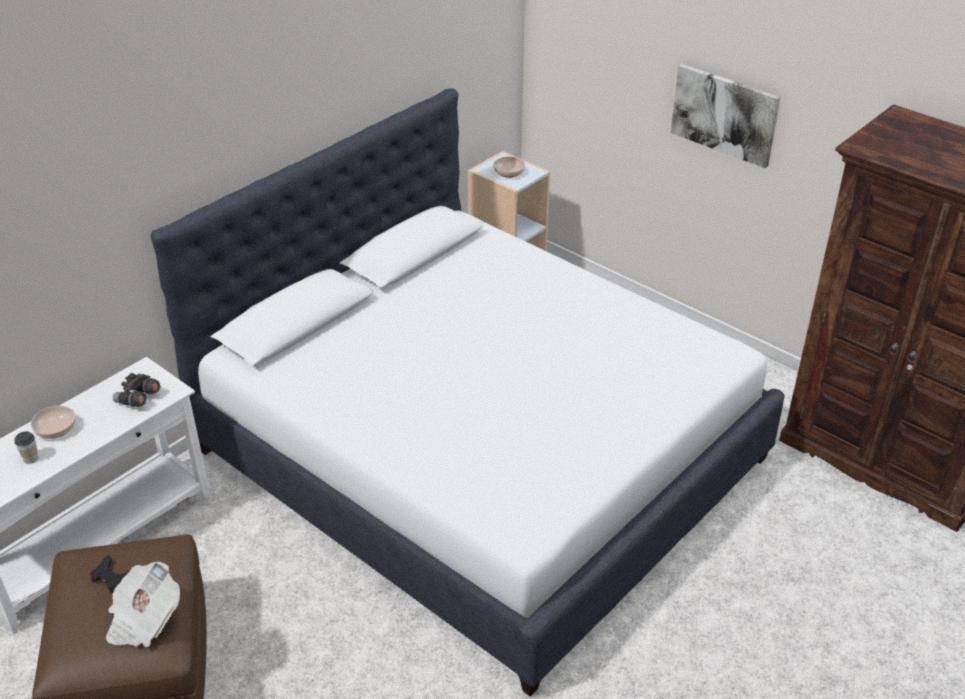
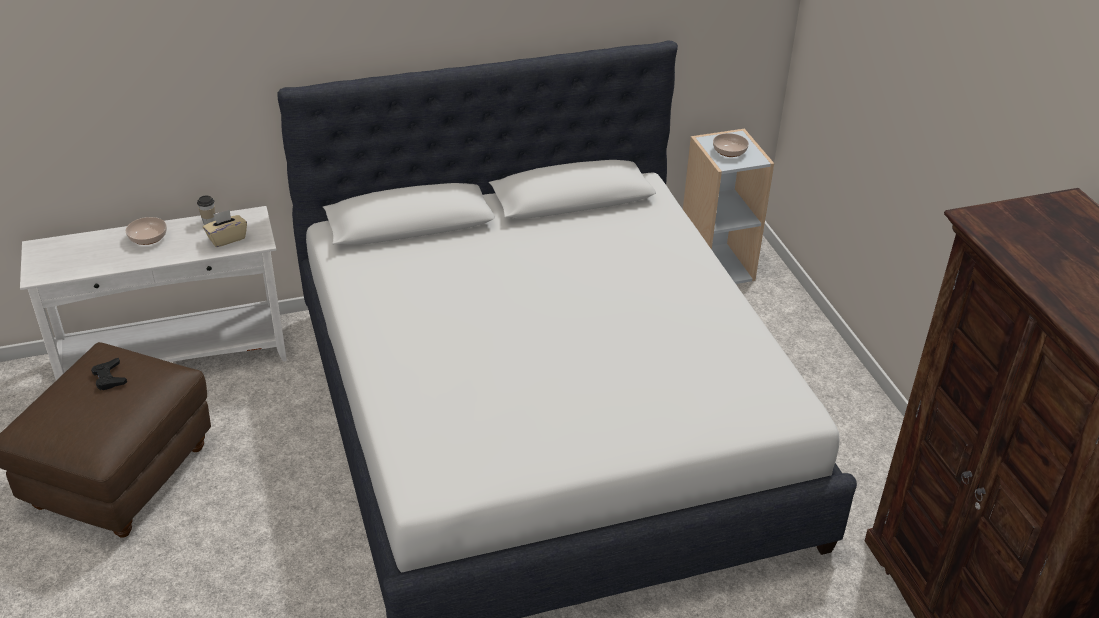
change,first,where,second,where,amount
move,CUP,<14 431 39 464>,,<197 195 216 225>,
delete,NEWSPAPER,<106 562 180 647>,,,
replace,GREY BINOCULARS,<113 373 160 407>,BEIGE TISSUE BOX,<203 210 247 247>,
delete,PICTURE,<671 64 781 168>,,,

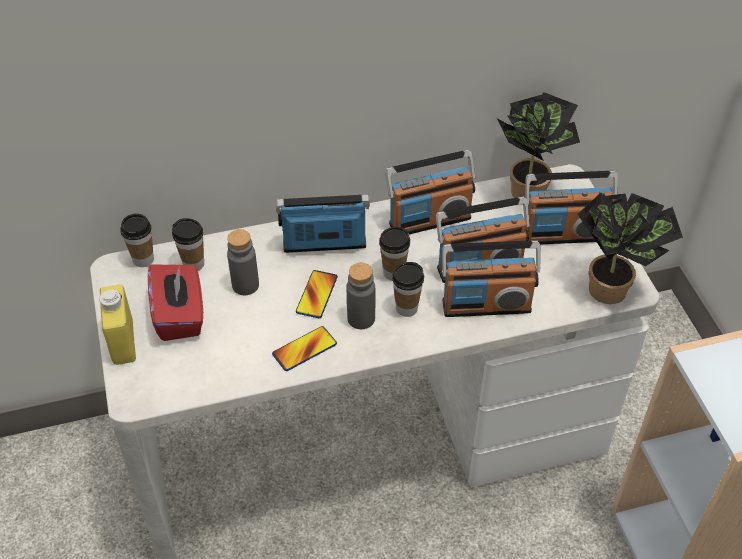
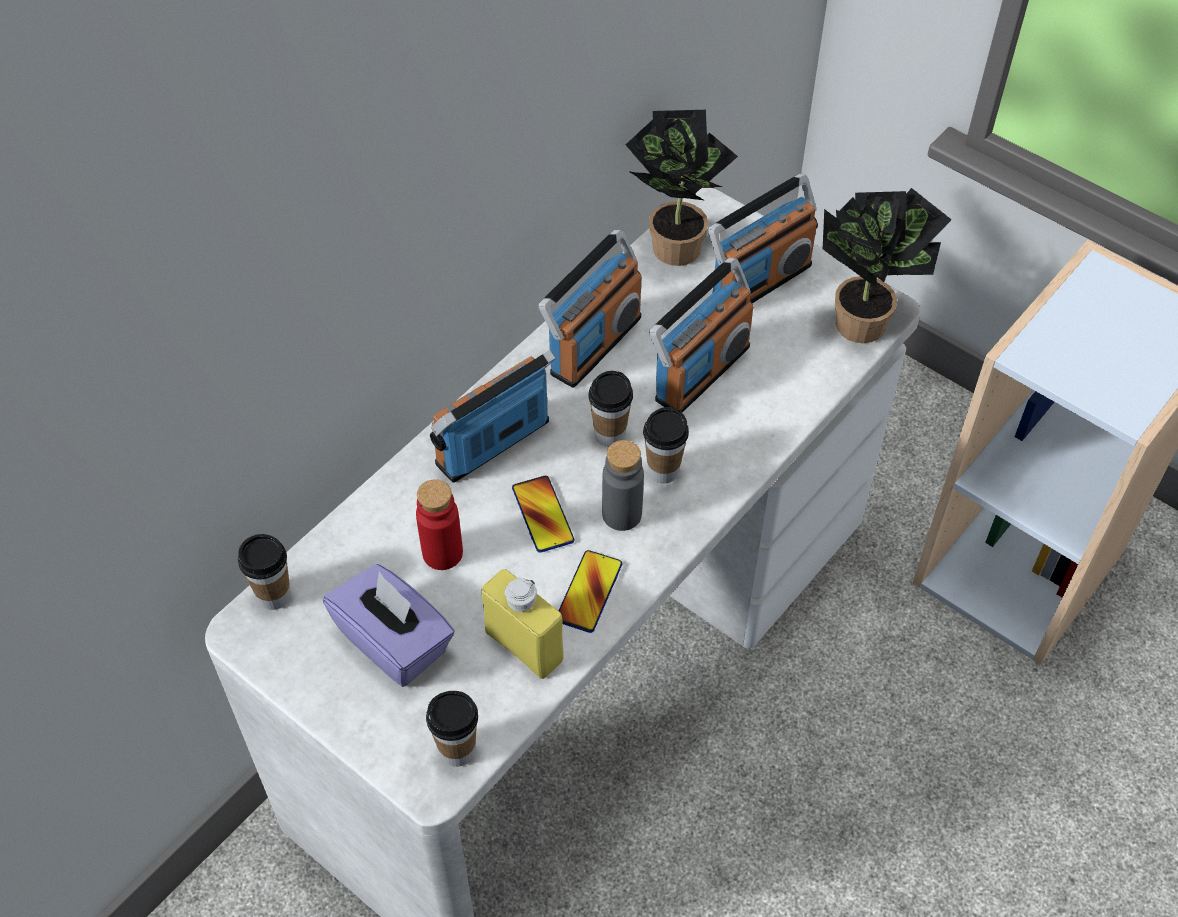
change,first,where,second,where,amount
move,YELLOW BOTTLE,<99 284 136 365>,,<481 569 564 679>,
recolor,RED TISSUE BOX,<148 264 203 341>,PURPLE TISSUE BOX,<323 564 455 687>,
move,CUP,<172 218 204 271>,,<426 691 478 767>,
recolor,GREY BOTTLE,<227 229 259 295>,RED BOTTLE,<416 479 463 570>,
delete,RADIO,<442 240 541 317>,,,

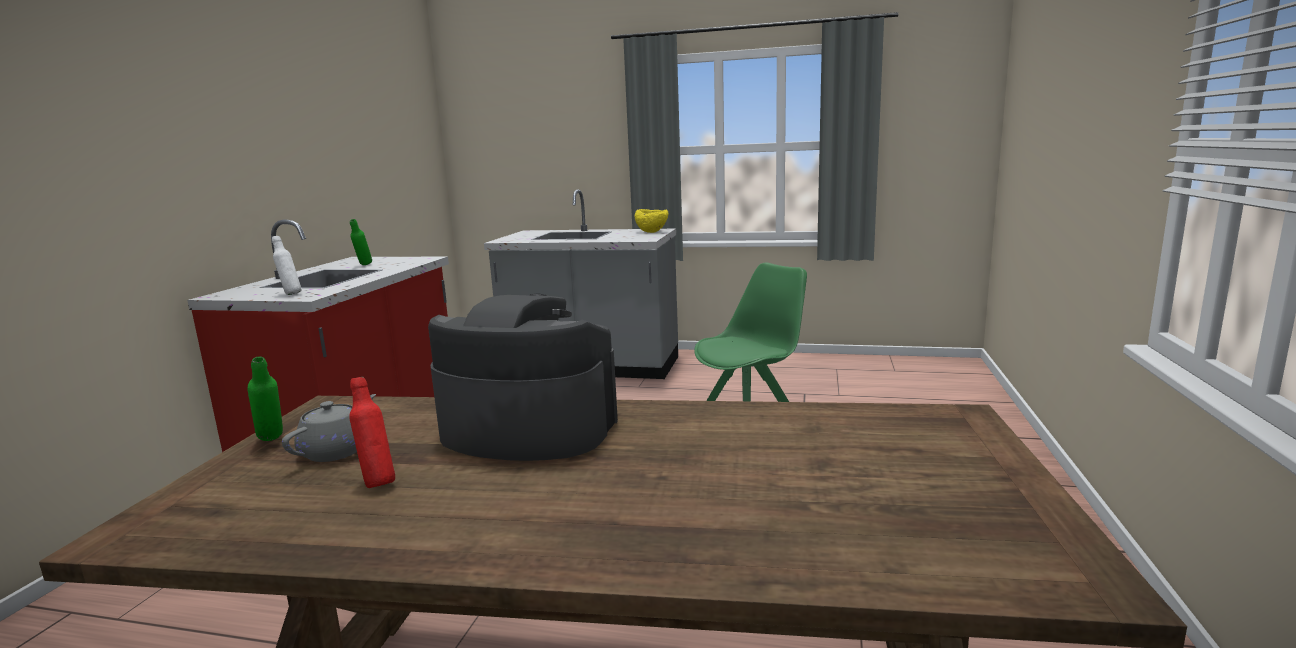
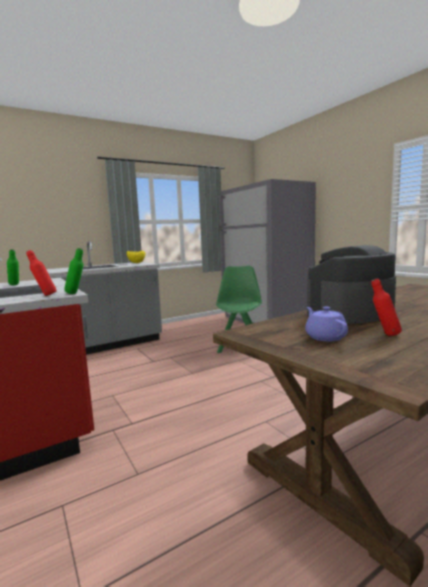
change,first,where,second,where,amount
move,GREEN BOTTLE,<247 356 283 441>,,<64 248 83 294>,
recolor,WHITE BOTTLE,<272 236 302 295>,RED BOTTLE,<26 250 56 296>,
recolor,GREY TEAPOT,<282 394 376 462>,PURPLE TEAPOT,<305 307 348 341>,
insert,,,GREY FRIDGE,<219 179 316 323>,

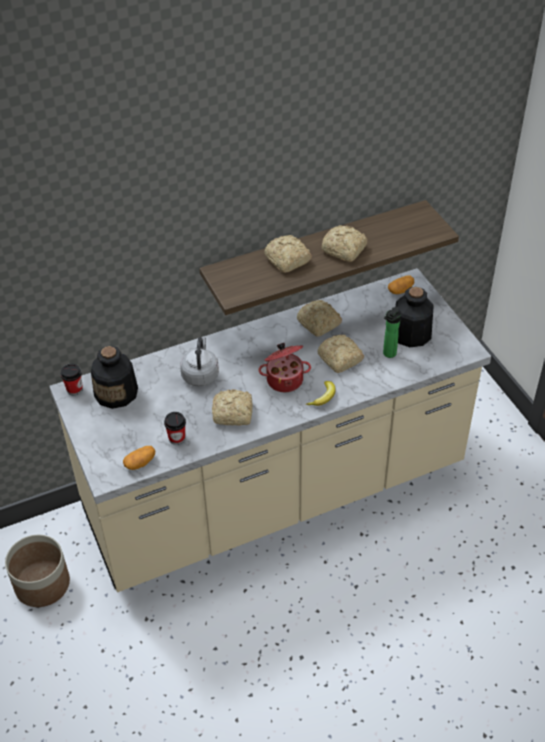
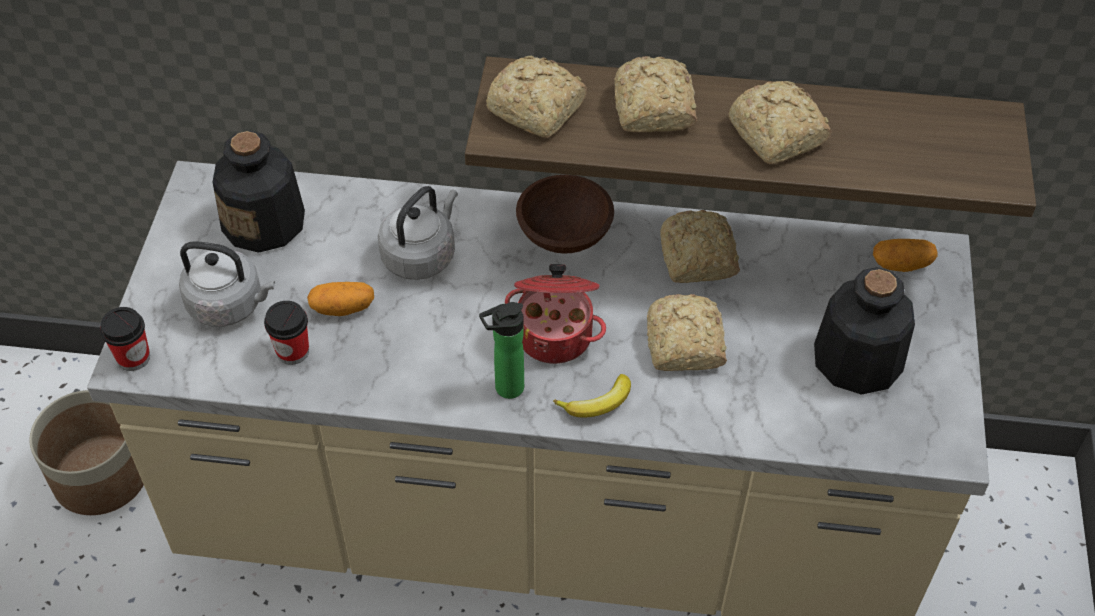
change,first,where,second,where,amount
move,CUP,<61 363 83 395>,,<100 307 150 371>,
move,POTATO,<123 446 155 470>,,<307 282 374 316>,
move,BREAD,<212 389 253 426>,,<486 55 587 138>,
move,BOTTLE,<383 307 401 358>,,<479 302 524 399>,
insert,,,GREY KETTLE,<179 241 275 327>,
insert,,,BROWN BOWL,<516 175 614 253>,

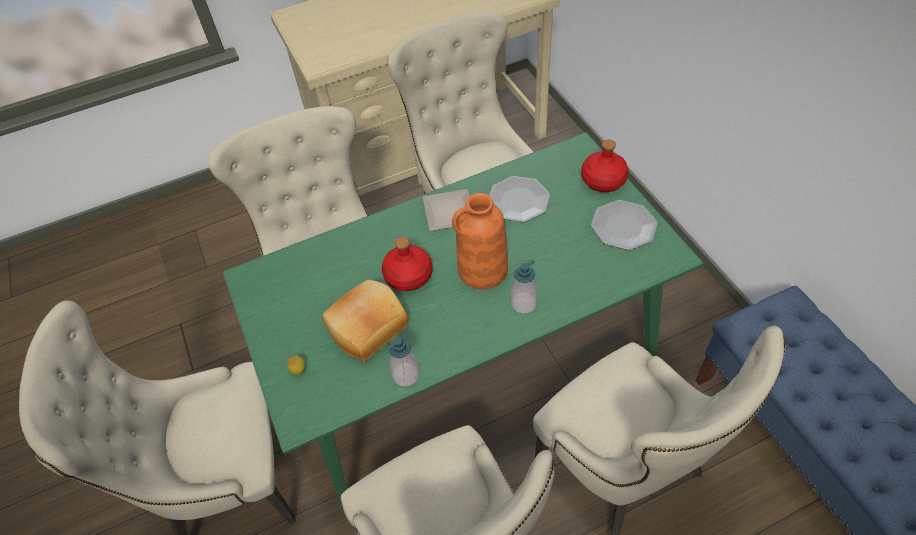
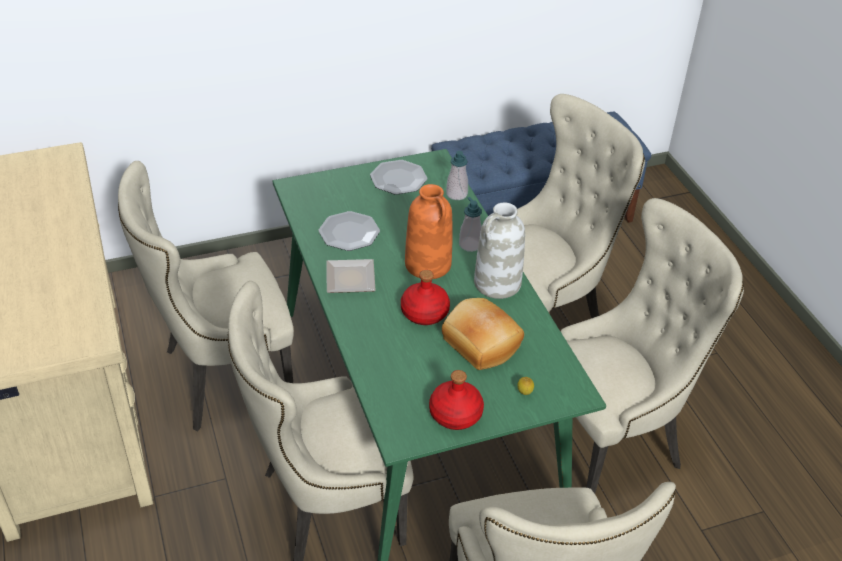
change,first,where,second,where,amount
move,SOAP DISPENSER,<388 337 420 387>,,<446 151 468 200>,
move,RED BOTTLE,<581 139 629 192>,,<429 370 484 430>,
insert,,,WHITE VASE,<474 203 525 299>,

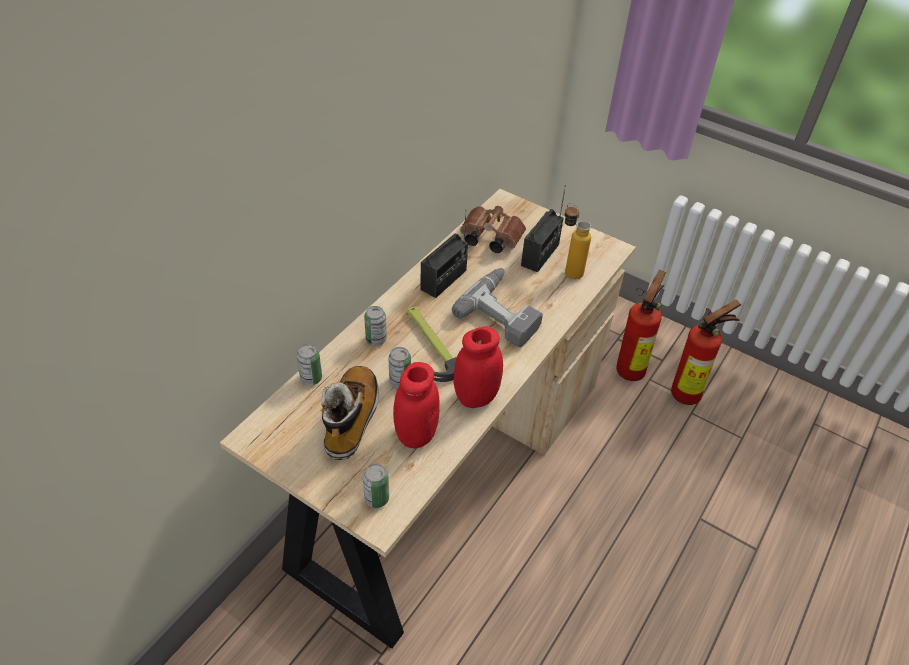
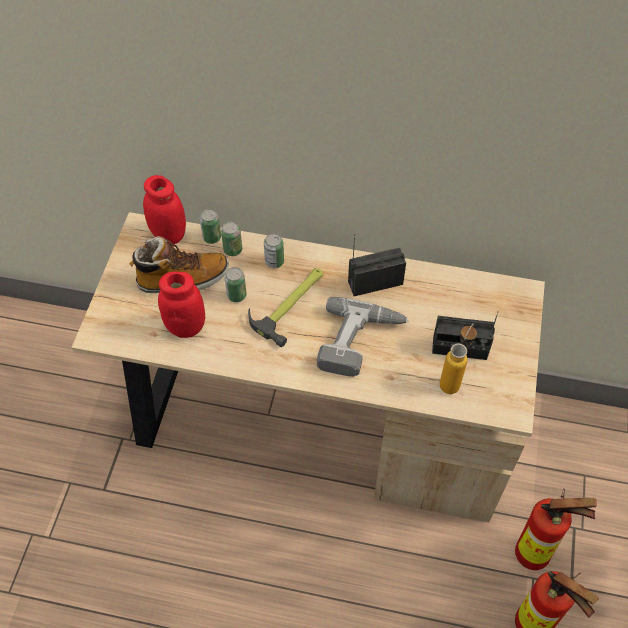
change,first,where,second,where,amount
move,CAN,<363 464 389 508>,,<221 221 242 256>,
rotate,RADIO,<420 210 468 298>,,<348 234 406 296>,150 degrees clockwise
move,RED JAR,<454 327 503 408>,,<143 175 186 244>,
delete,BROWN BINOCULARS,<460 206 526 253>,,,

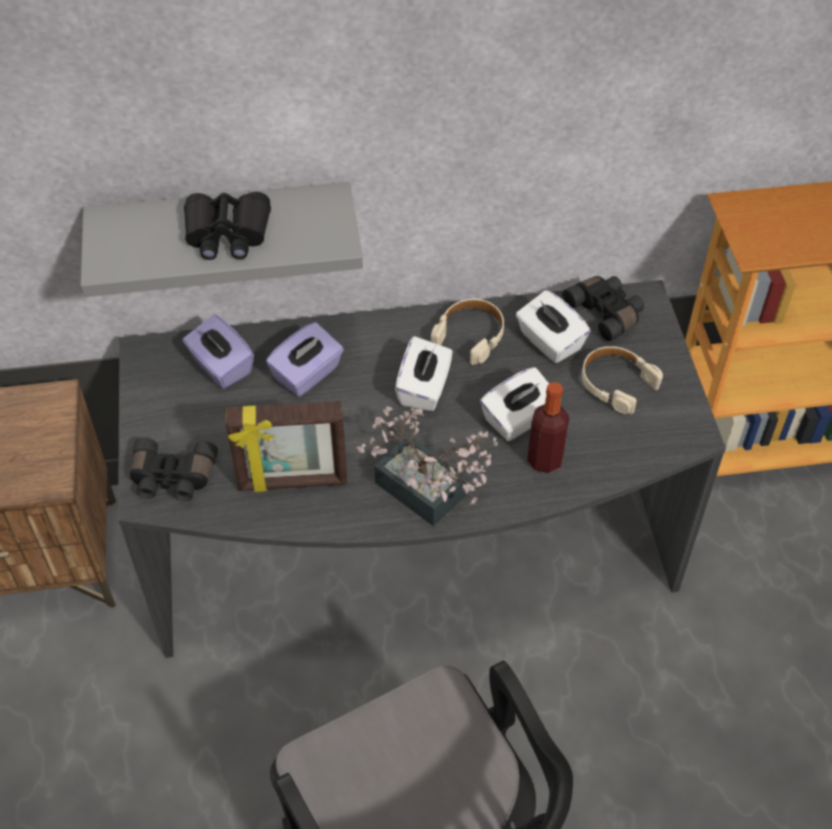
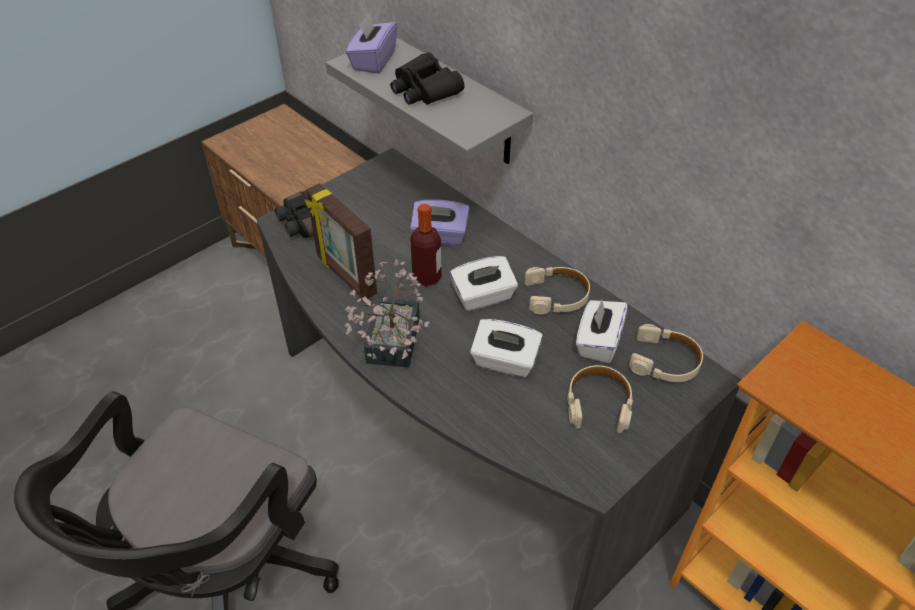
change,first,where,second,where,amount
move,PURPLE TISSUE BOX,<183 314 254 389>,,<346 13 397 74>,
move,BOTTLE,<527 382 569 473>,,<410 204 442 287>,
replace,BLACK BINOCULARS,<562 276 644 342>,BEIGE HEADPHONES,<629 324 703 382>,

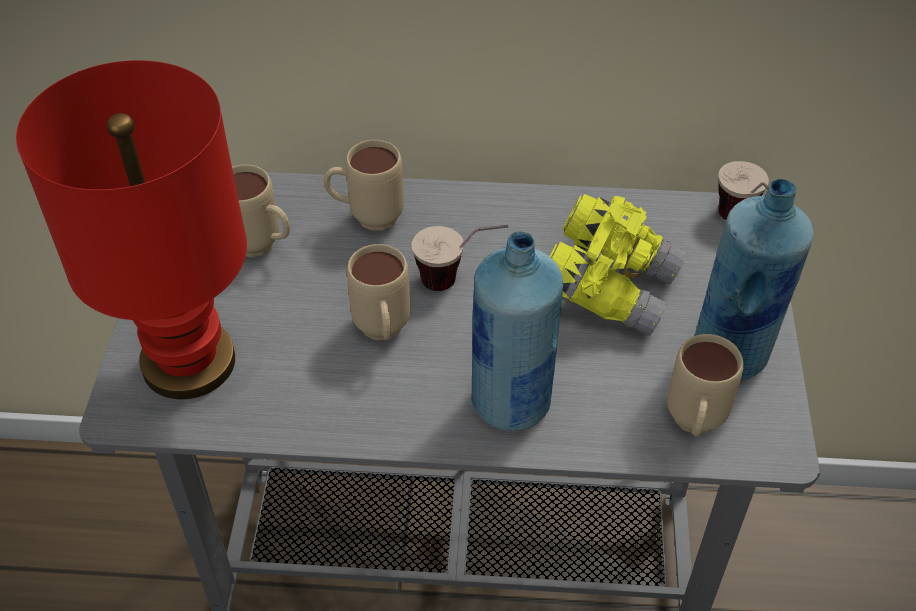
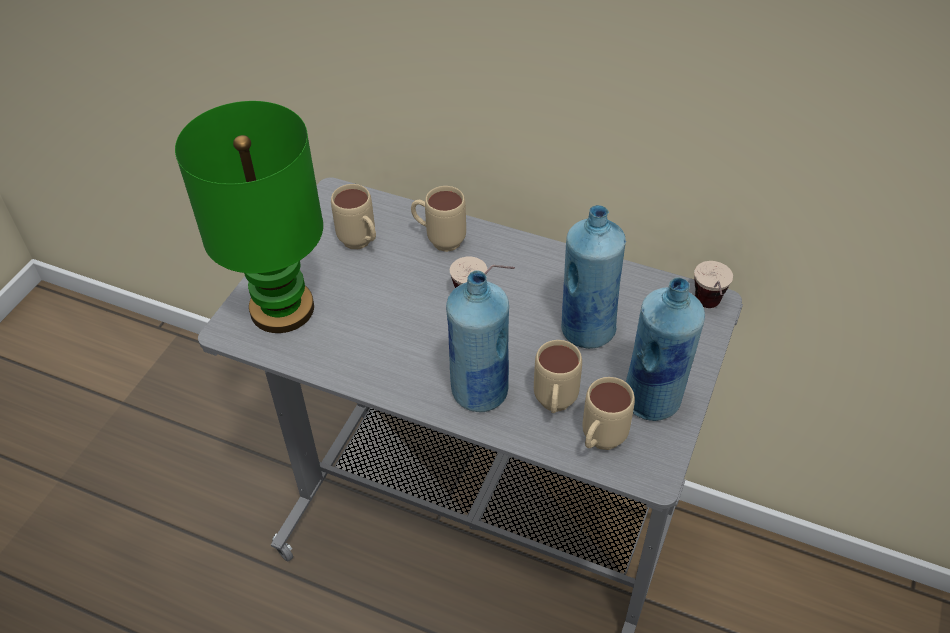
change,first,where,second,where,amount
recolor,RED TABLE LAMP,<16 60 247 399>,GREEN TABLE LAMP,<175 101 323 333>,
move,BEIGE MUG,<347 244 410 340>,,<534 340 582 413>,
replace,YELLOW BINOCULARS,<549 194 687 336>,BLUE BOTTLE,<561 205 626 349>,

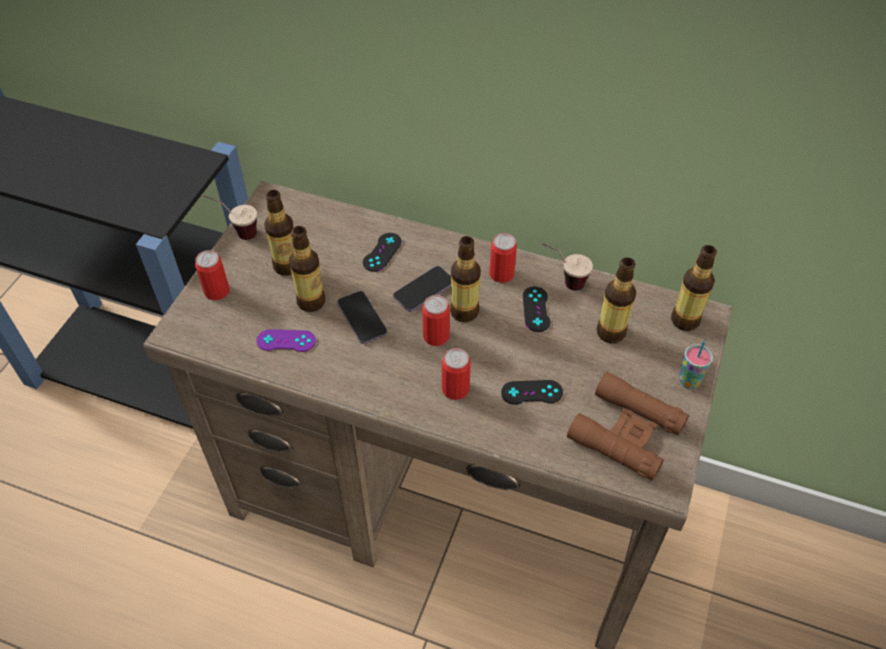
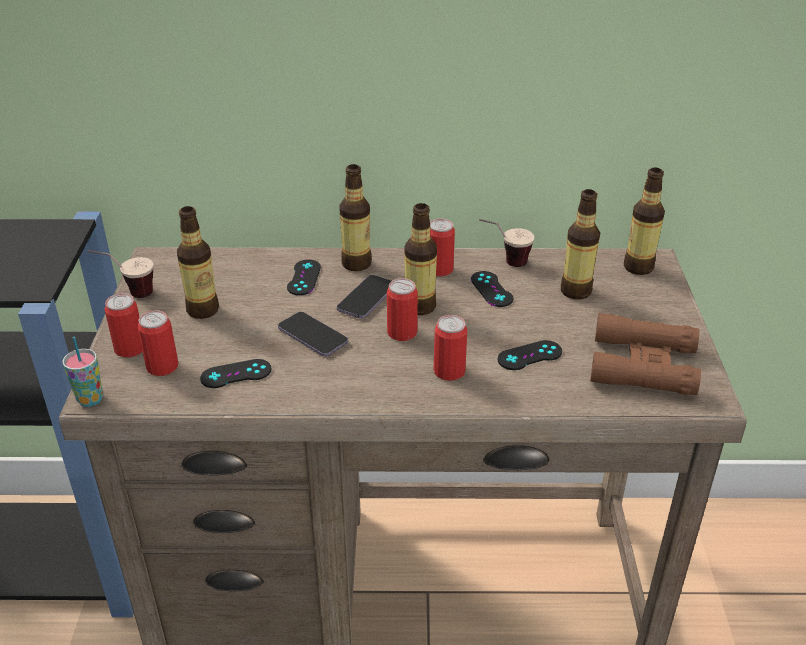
change,first,where,second,where,amount
recolor,PURPLE GAME CONTROLLER,<256 329 316 352>,BLACK GAME CONTROLLER,<200 359 272 388>,
move,BOTTLE,<289 226 325 312>,,<339 164 372 271>,
move,CUP,<679 341 713 389>,,<62 337 103 407>,
insert,,,CAN,<138 310 178 376>,

